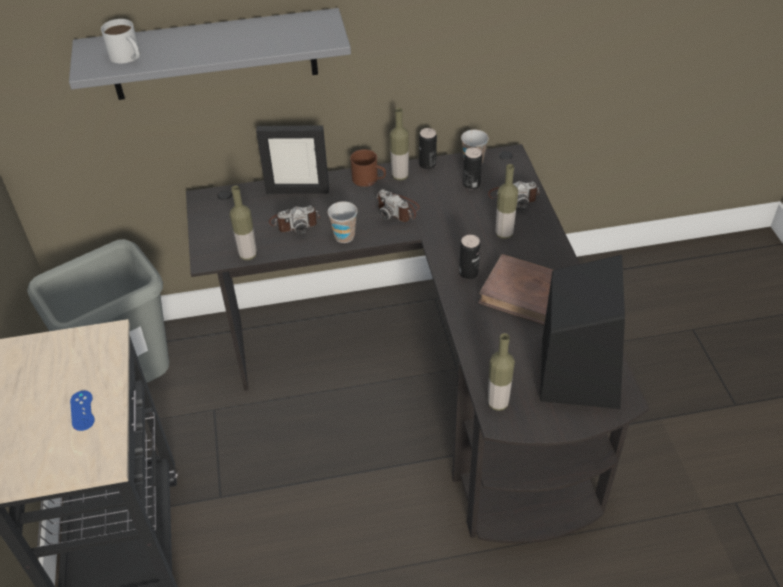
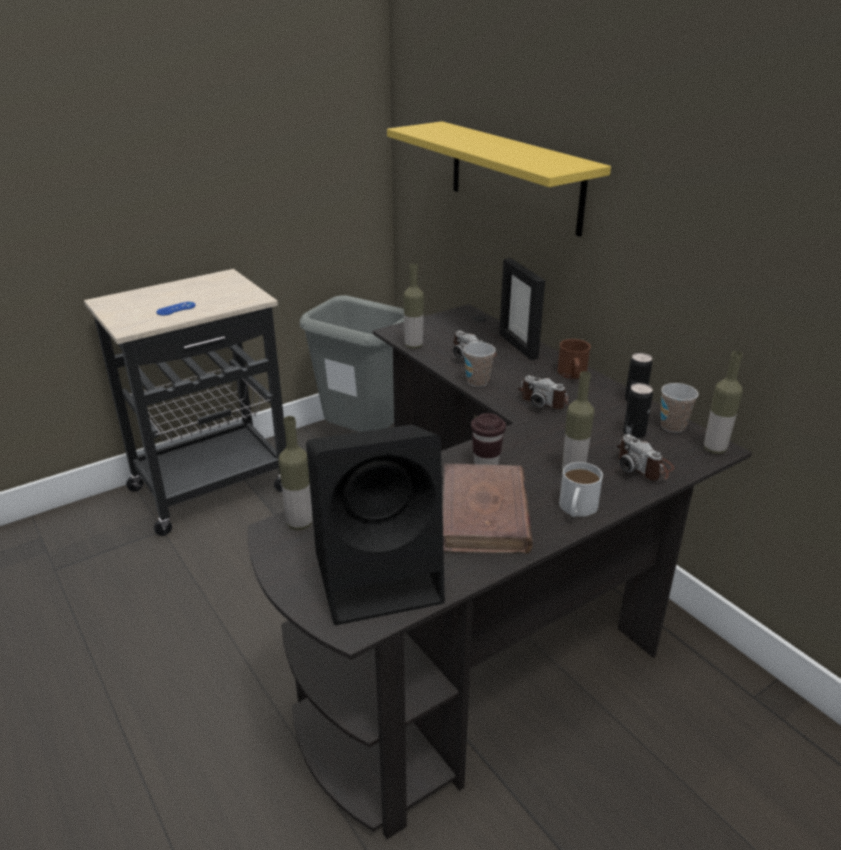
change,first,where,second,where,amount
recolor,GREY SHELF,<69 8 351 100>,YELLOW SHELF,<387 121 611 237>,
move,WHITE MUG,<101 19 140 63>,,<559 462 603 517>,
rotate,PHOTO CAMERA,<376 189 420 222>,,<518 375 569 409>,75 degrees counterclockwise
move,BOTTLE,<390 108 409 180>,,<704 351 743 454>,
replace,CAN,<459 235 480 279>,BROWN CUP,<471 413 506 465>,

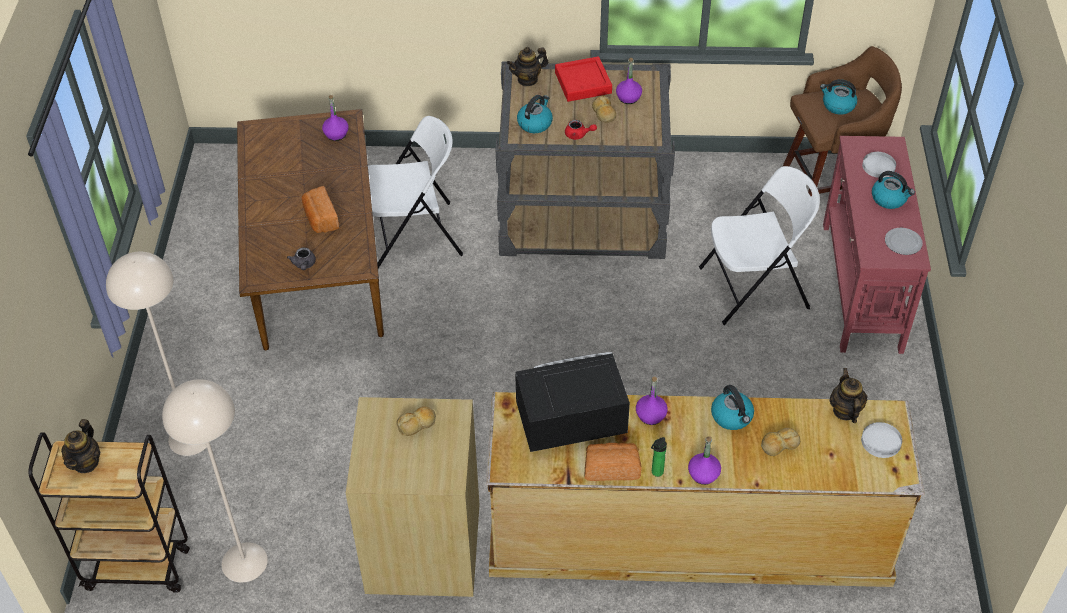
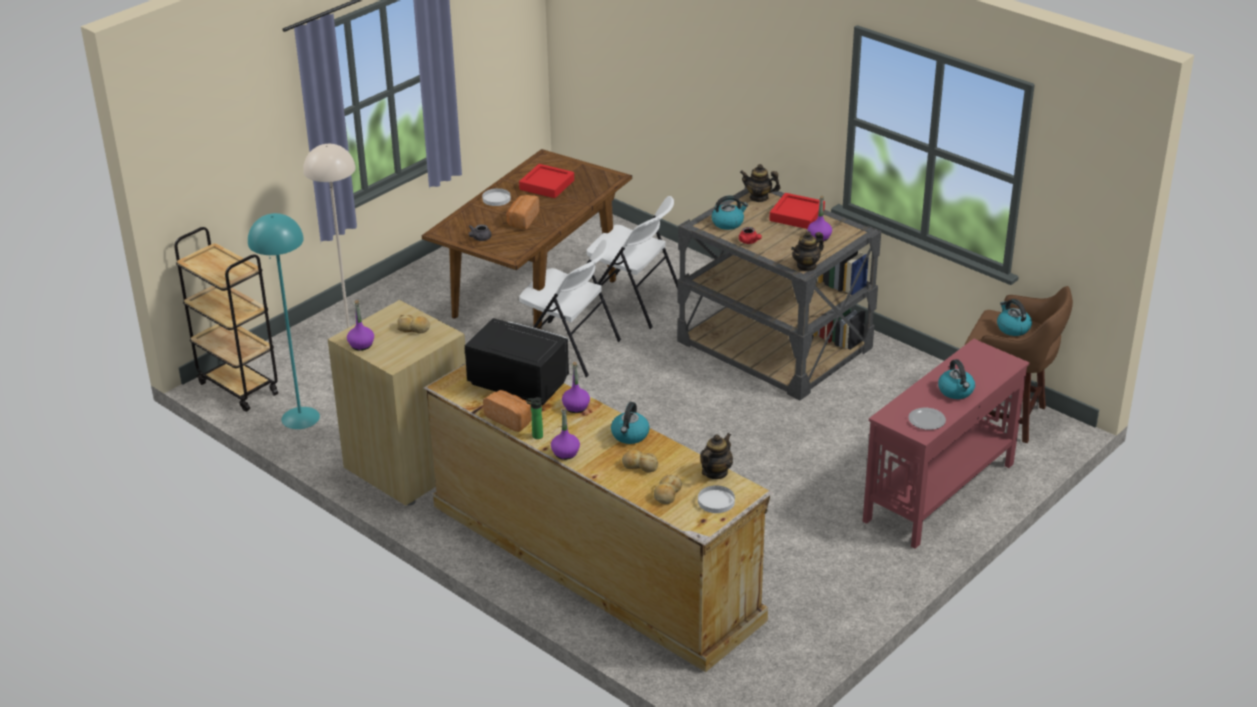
change,first,where,second,where,amount
move,TEAPOT,<61 419 100 473>,,<791 231 824 272>,
recolor,BEIGE FLOOR LAMP,<162 379 268 583>,TURQUOISE FLOOR LAMP,<248 213 320 429>,
move,PURPLE BOTTLE,<322 95 349 141>,,<347 300 374 351>,
move,BREAD,<592 95 616 123>,,<654 475 682 504>,
move,WHITE CHAIR,<699 166 820 325>,,<519 239 621 378>,
move,WHITE PLATE,<862 152 896 178>,,<482 188 511 206>,
insert,,,RED TRAY,<519 164 574 198>,

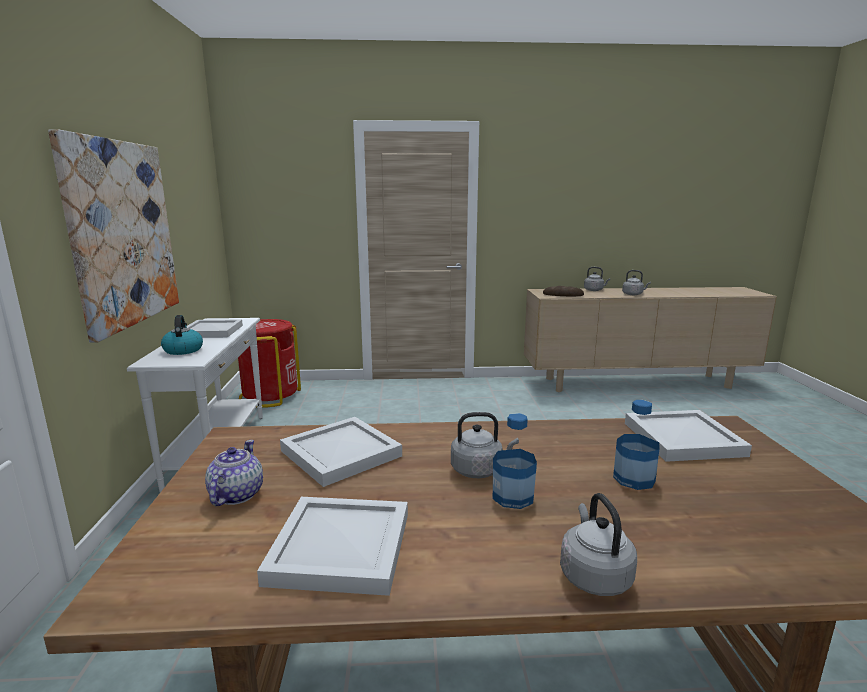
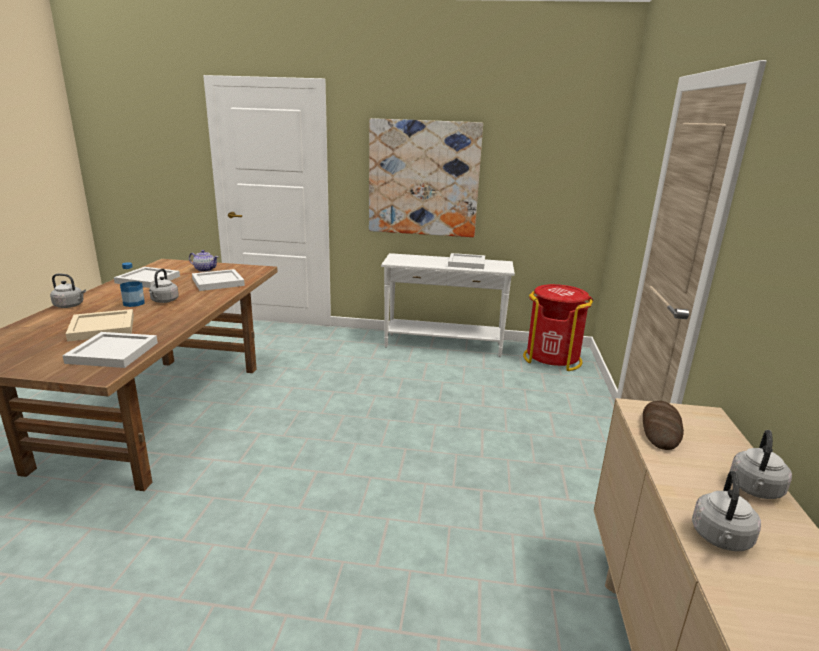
change,first,where,second,where,amount
delete,KETTLE,<161 315 203 355>,,,
replace,BOTTLE,<613 400 659 490>,BEIGE TRAY,<66 309 134 342>,

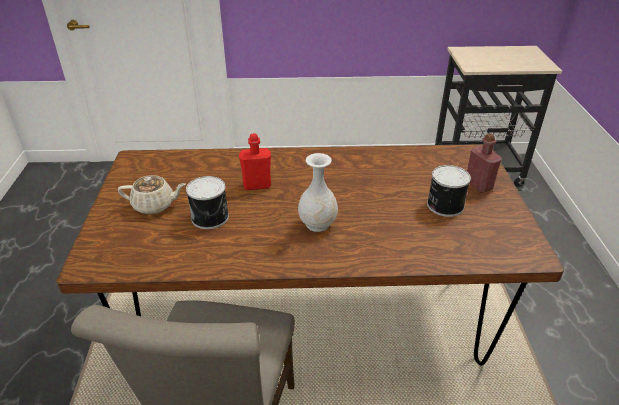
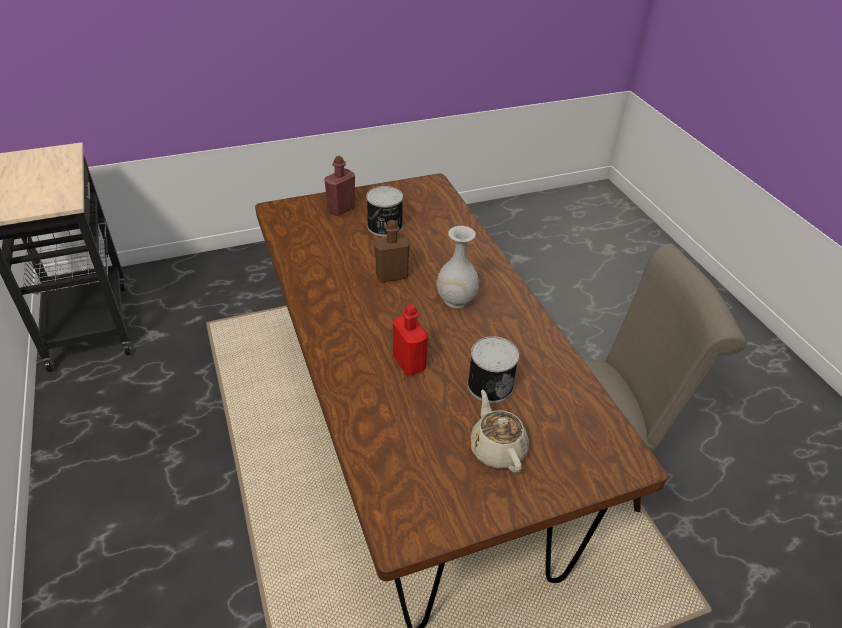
change,first,where,second,where,amount
insert,,,BROWN BOTTLE,<374 220 410 282>,

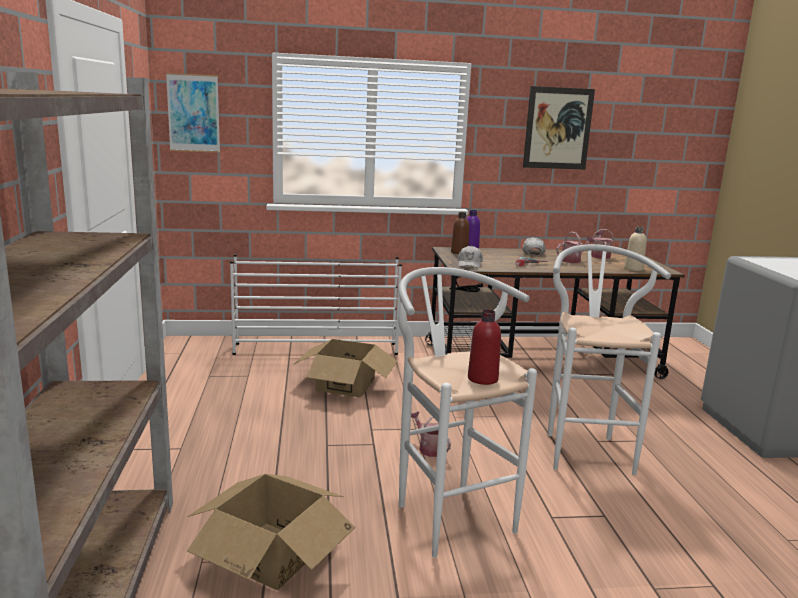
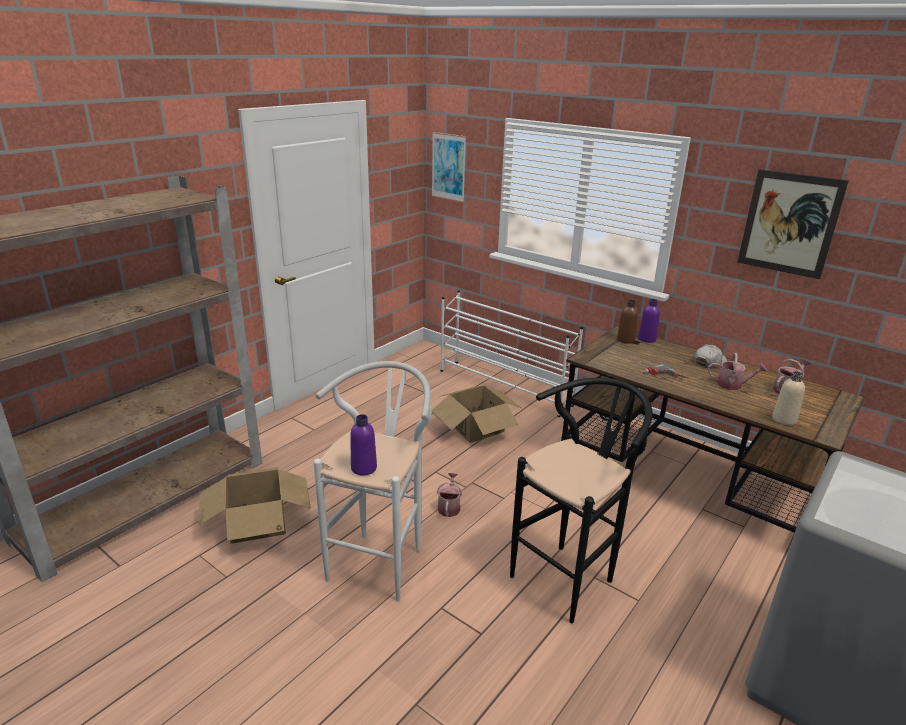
change,first,where,second,where,amount
delete,WHITE CAP,<458 245 483 268>,,,
recolor,RED BOTTLE,<468 309 501 385>,PURPLE BOTTLE,<350 414 377 475>,
recolor,WHITE STOOL,<548 244 671 475>,BLACK STOOL,<510 378 653 624>,

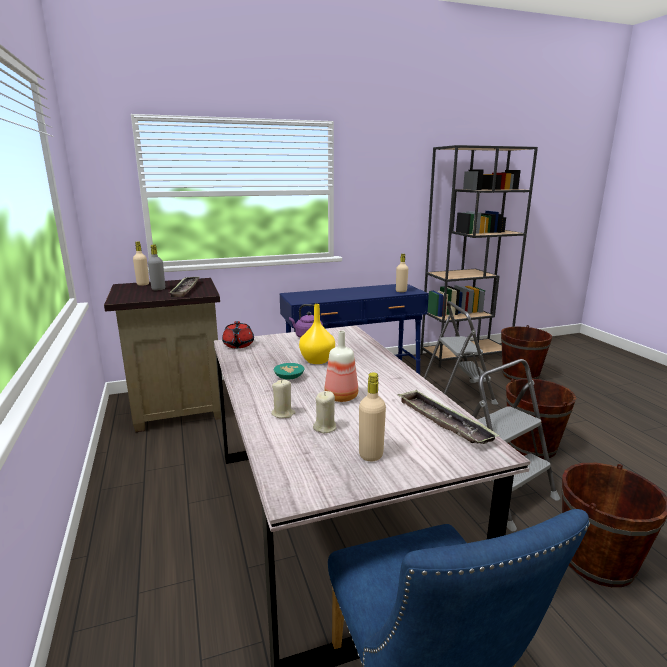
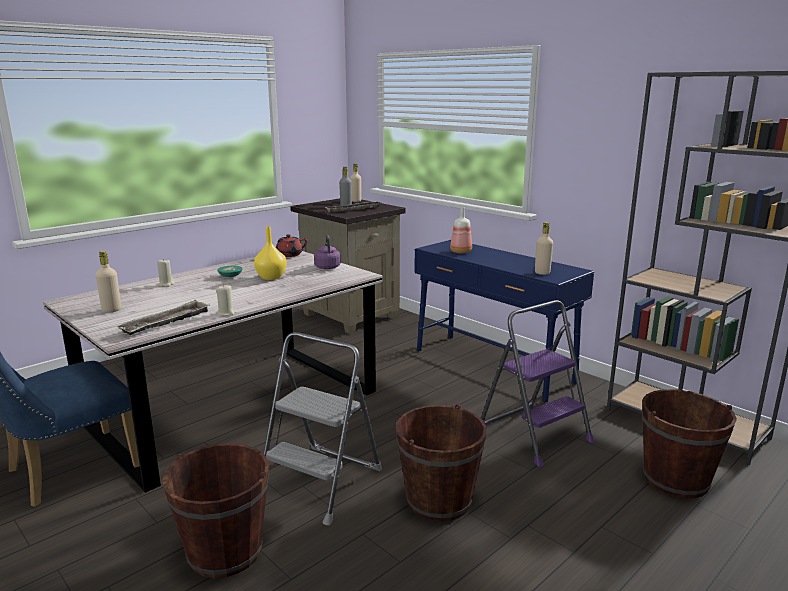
change,first,where,second,where,amount
move,BEIGE CANDLE,<313 391 336 433>,,<216 284 237 316>,
move,BOTTLE,<324 331 358 402>,,<450 207 472 253>,
recolor,GREY STEP LADDER,<423 301 498 405>,PURPLE STEP LADDER,<480 300 595 467>,

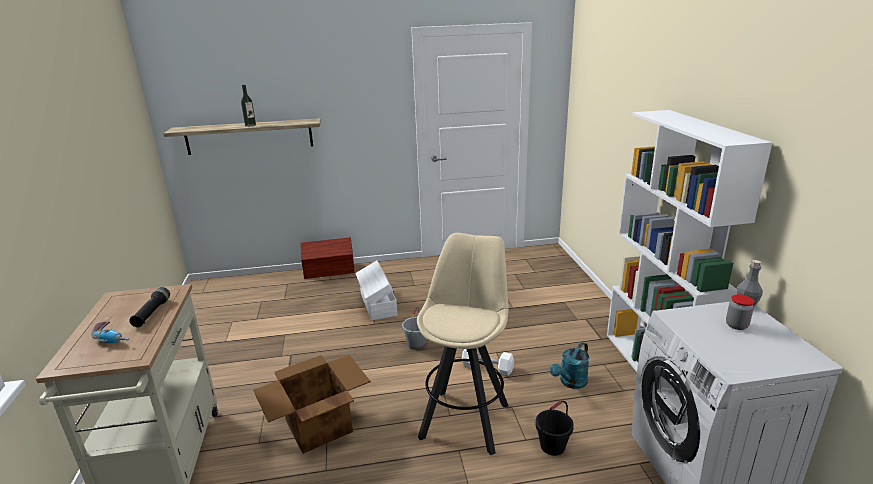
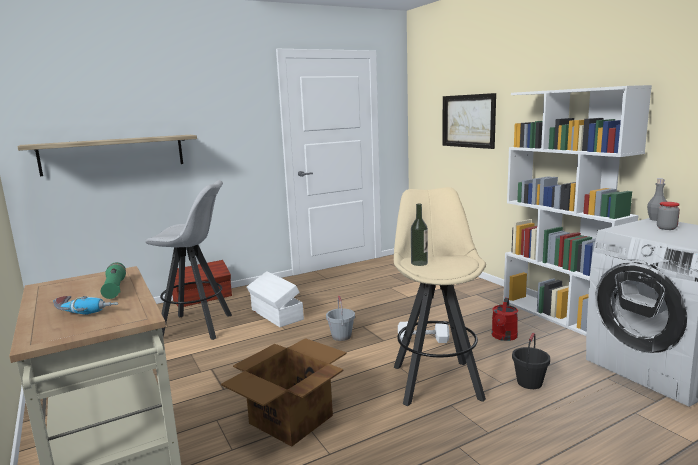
change,first,where,second,where,amount
recolor,BLACK FLASHLIGHT,<129 287 170 327>,GREEN FLASHLIGHT,<101 262 126 299>,
move,BOTTLE,<241 85 256 127>,,<411 204 428 266>,
recolor,TURQUOISE WATERING CAN,<550 342 589 389>,RED WATERING CAN,<492 298 518 341>,
insert,,,GREY STOOL,<145 180 232 340>,
insert,,,PICTURE,<442 93 496 149>,

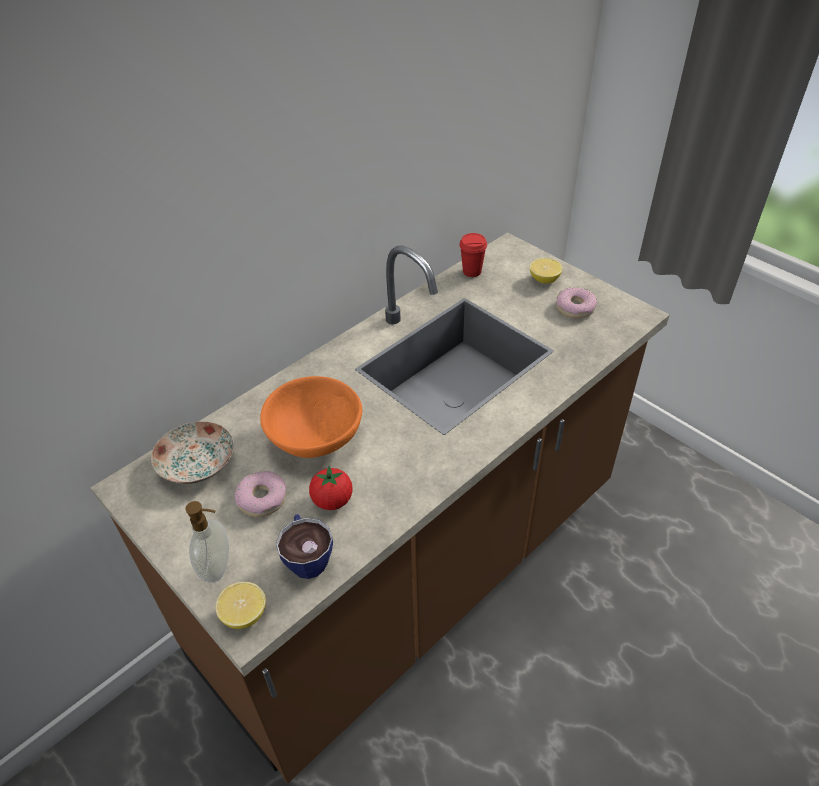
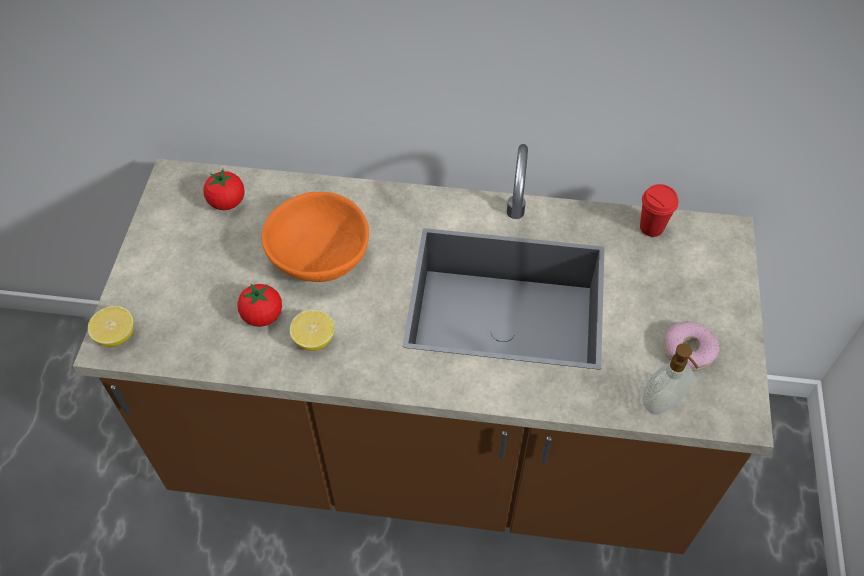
change,first,where,second,where,amount
replace,PLATE,<151 421 234 484>,TOMATO,<203 169 245 210>,
move,SOAP DISPENSER,<185 501 229 582>,,<642 343 699 414>,
delete,DONUT,<235 471 286 517>,,,
delete,CUP,<276 514 333 579>,,,
move,LEMON,<530 258 563 284>,,<290 310 335 351>,

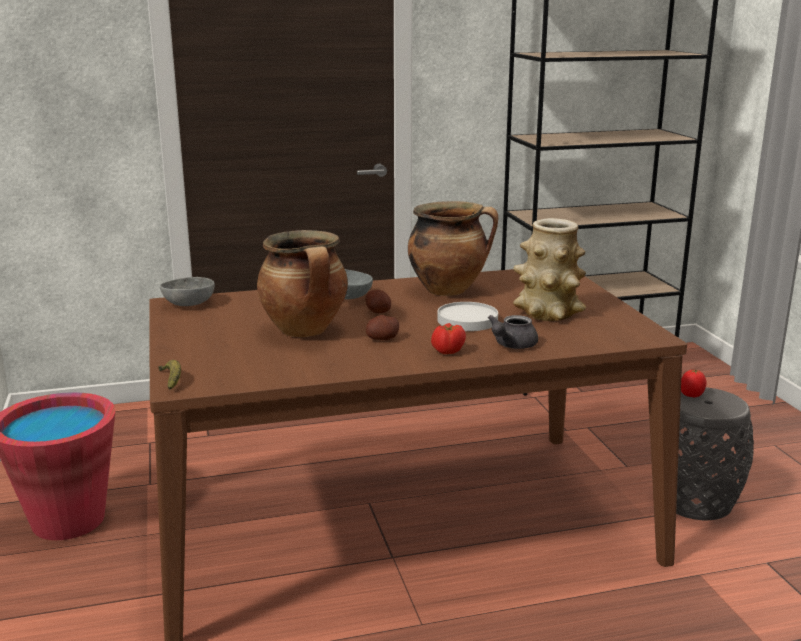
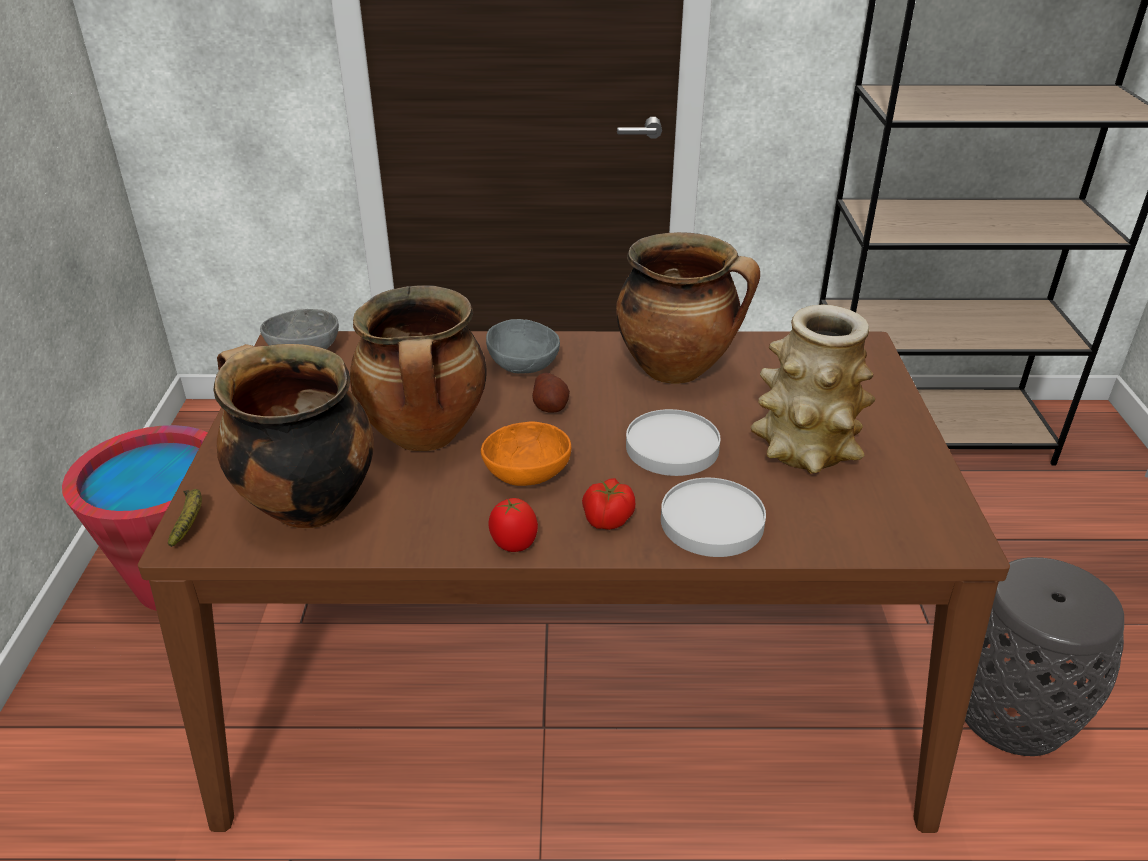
change,first,where,second,where,amount
replace,POTATO,<366 315 399 340>,ORANGE BOWL,<481 421 571 486>,
replace,GREY TEAPOT,<488 315 538 349>,WHITE PLATE,<661 478 766 557>,
move,TOMATO,<681 370 707 397>,,<488 498 538 552>,
insert,,,COOKING POT,<213 344 374 528>,

